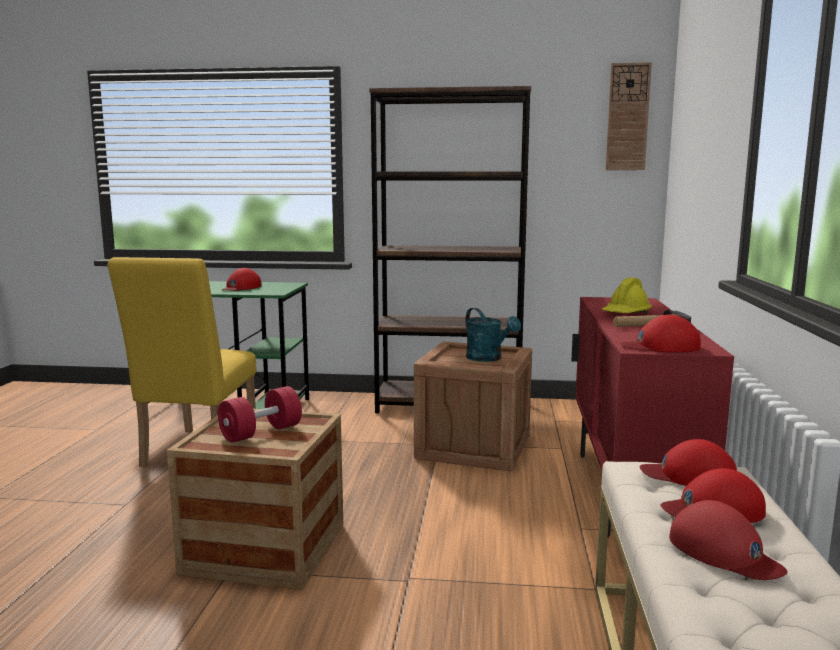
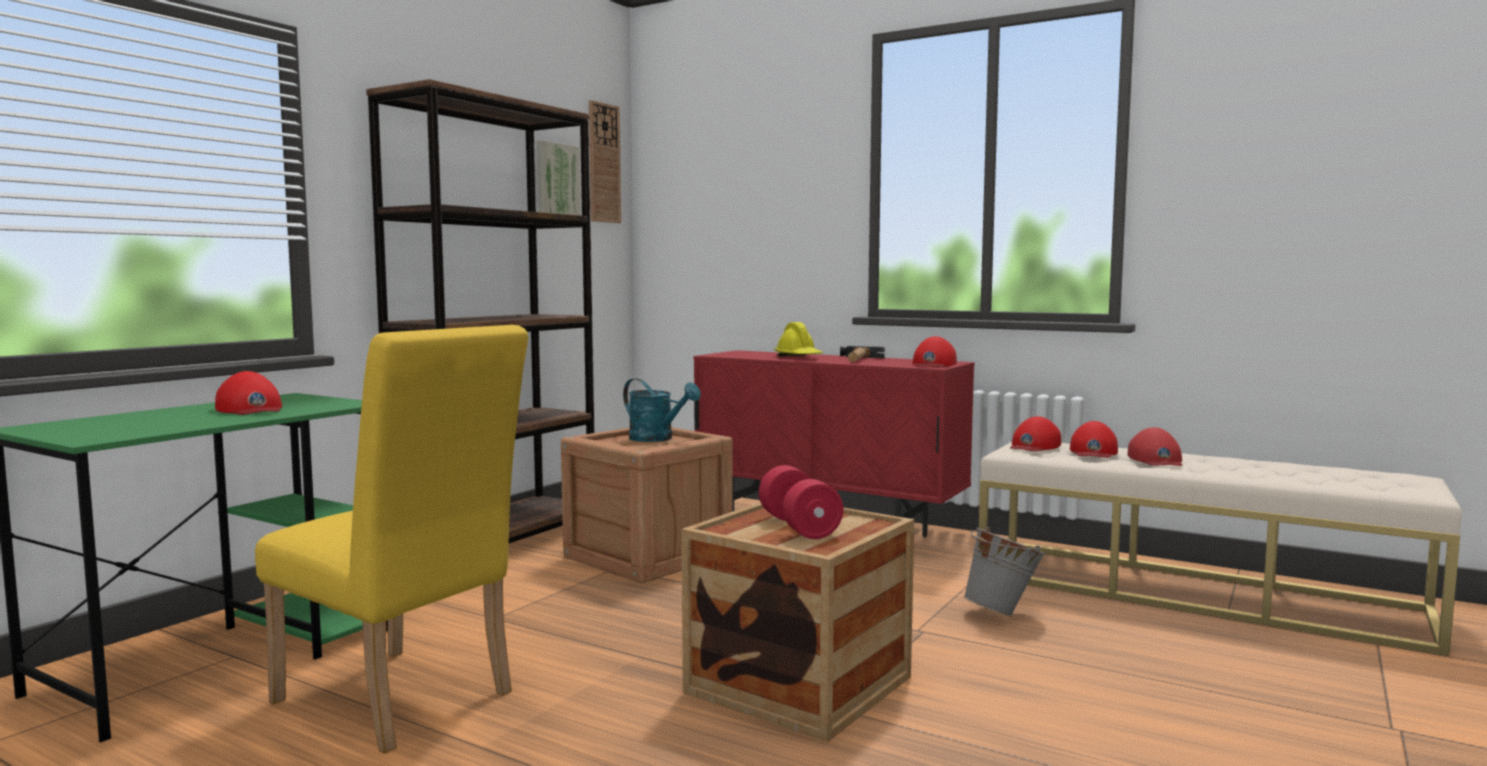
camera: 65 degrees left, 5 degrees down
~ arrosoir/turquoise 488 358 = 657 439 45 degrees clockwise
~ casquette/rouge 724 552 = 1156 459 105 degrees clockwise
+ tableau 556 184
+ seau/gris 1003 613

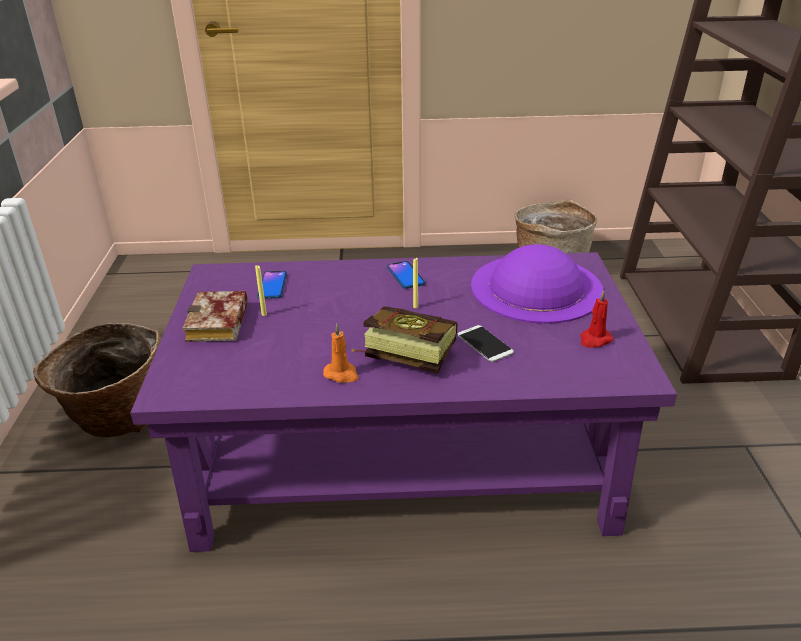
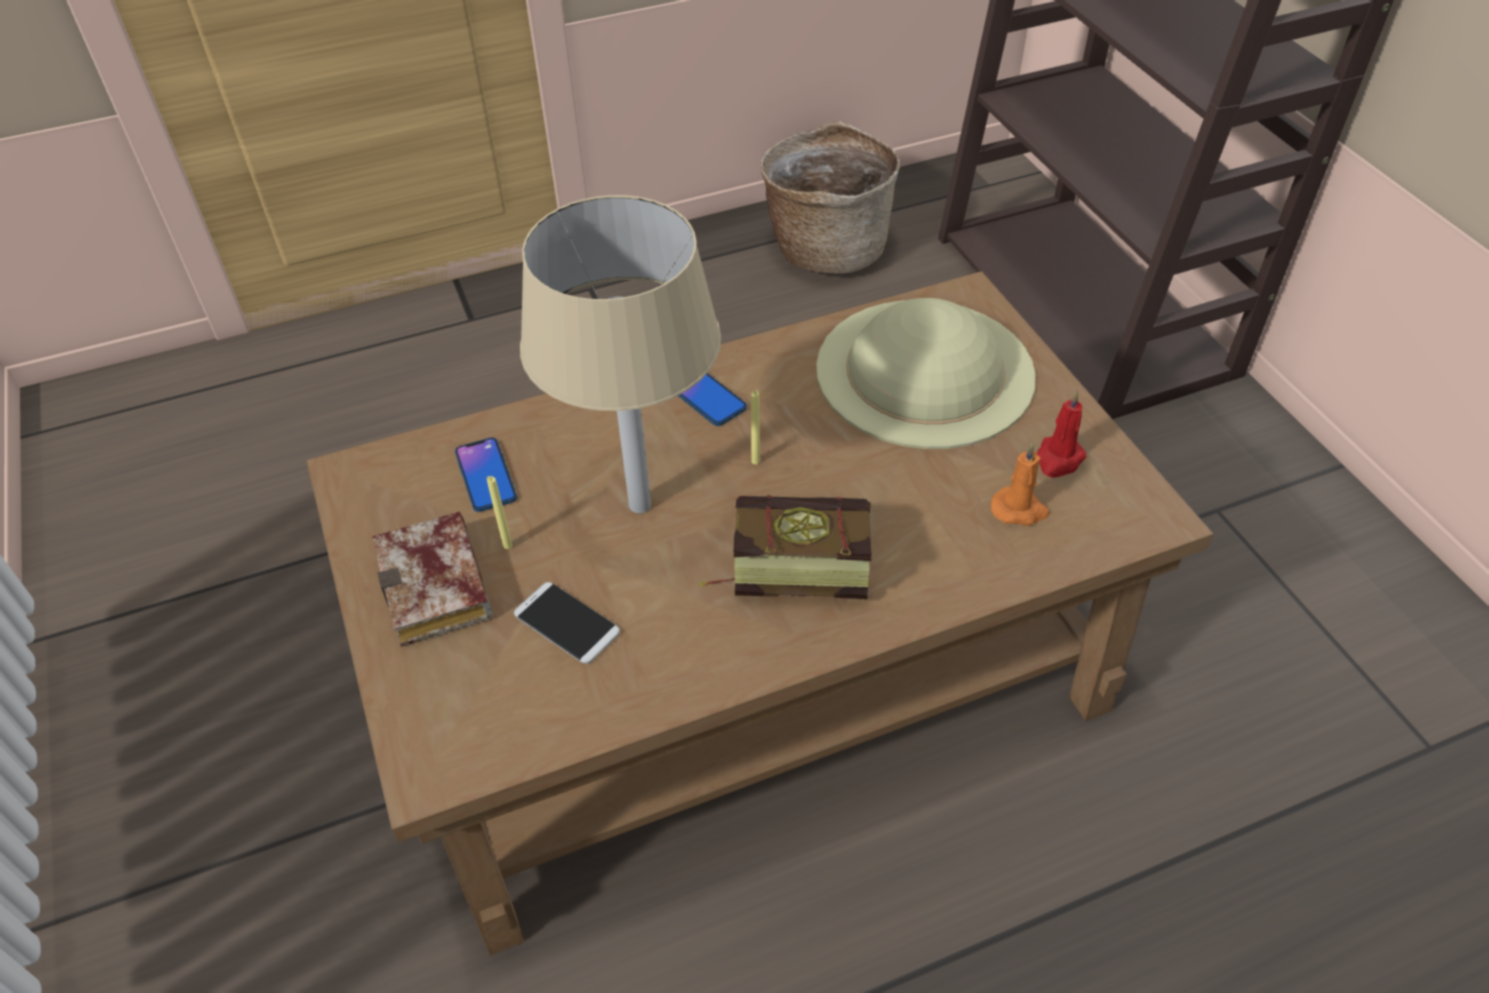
camera: 20 degrees left, 15 degrees up
~ chapeau/violet 536 287 to chapeau/beige 924 371
~ table basse/violet 404 455 to table basse/marron 749 671
- panier 116 418
~ bougie/orange 342 374 to 1019 509
~ téléphone 485 344 to 567 623
+ lampe de table/beige 639 505

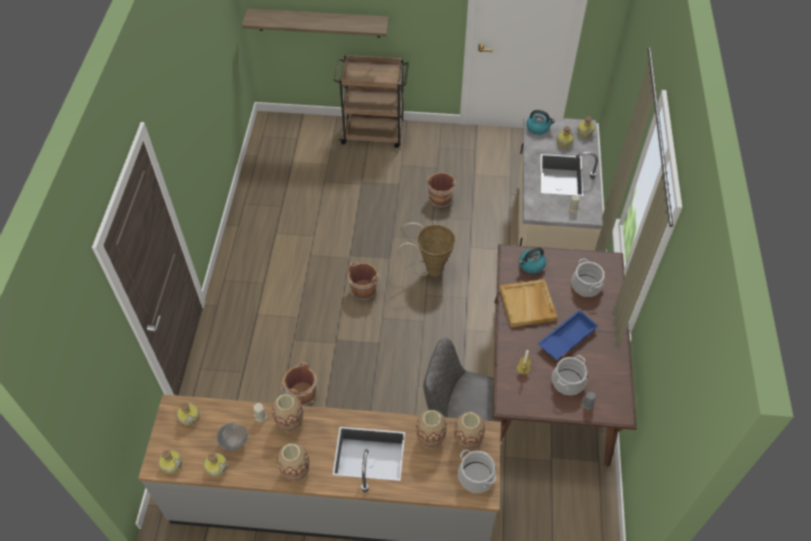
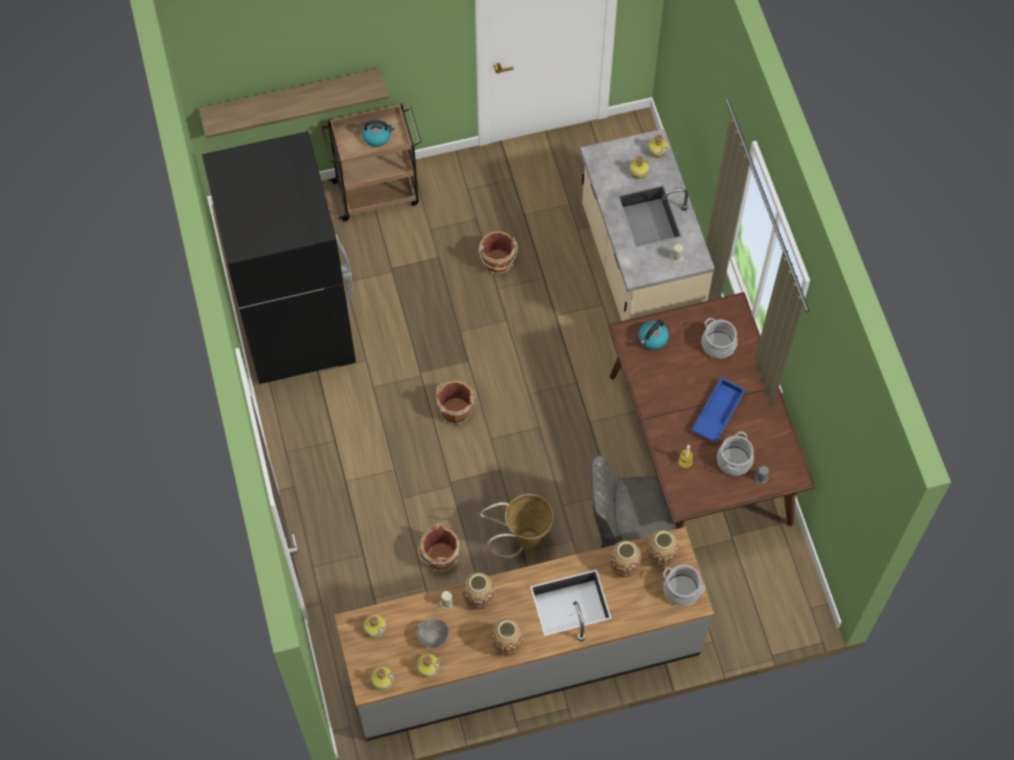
camera: 20 degrees left, 10 degrees up
~ bouilloire 538 128 to 377 136
~ panier 430 269 to 522 541
- plateau/beige 528 305
+ réfrigérateur/noir 296 325

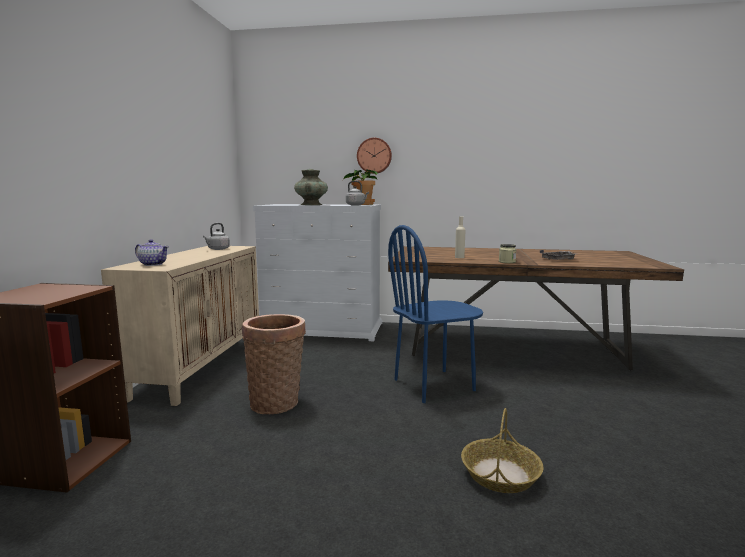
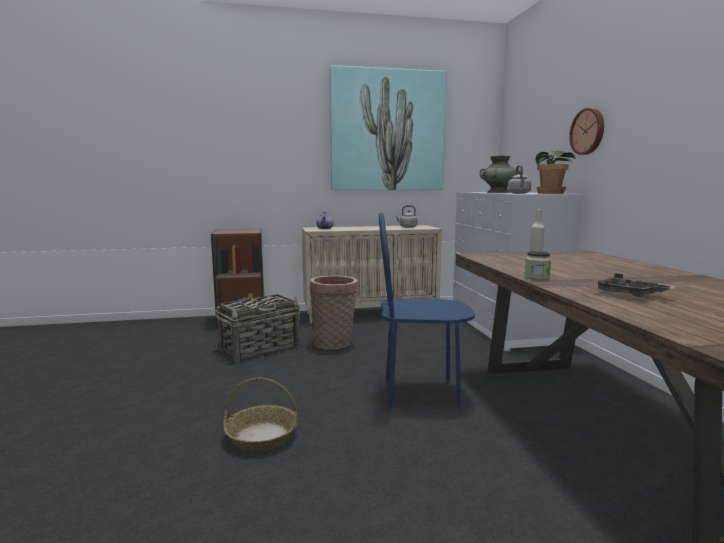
camera: 70 degrees right, 0 degrees up
~ chaise/bleu 434 385 = 420 392 45 degrees counterclockwise
+ tableau 387 131
+ panier 260 347

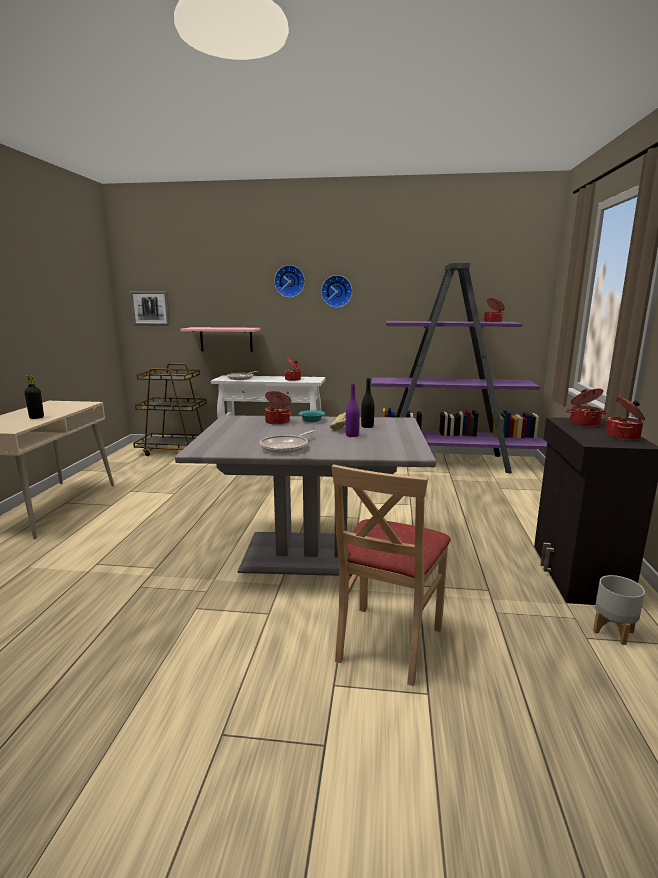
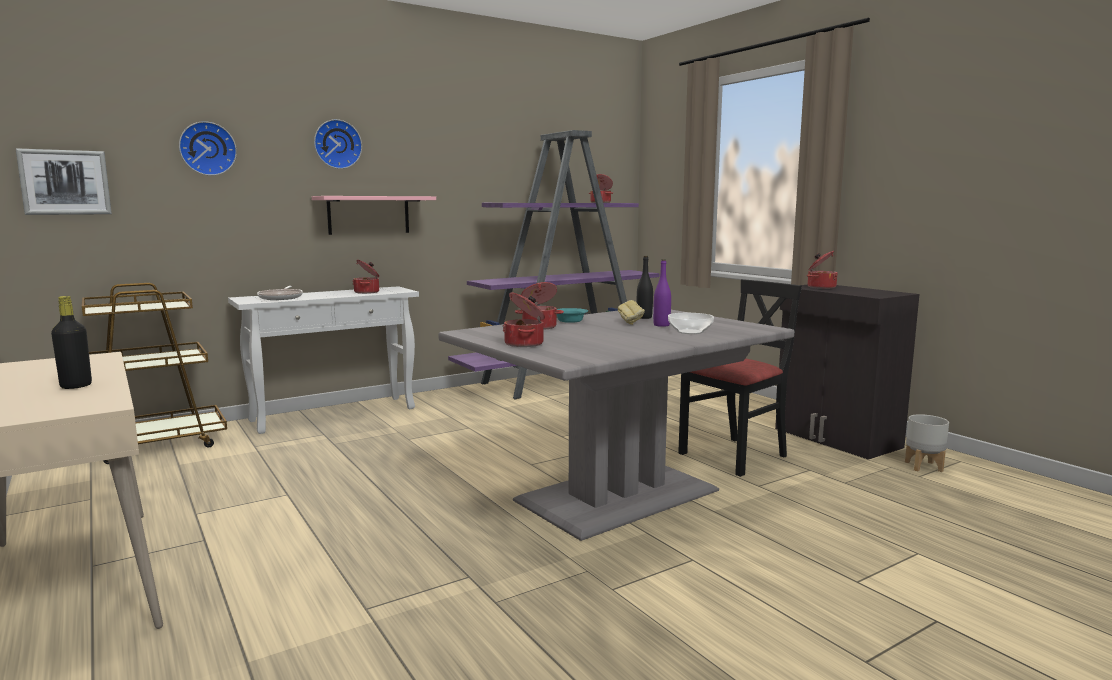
camera: 40 degrees left, 5 degrees down
~ horloge murale 337 291 to 207 149
~ étagère/rose 226 339 to 368 215
~ marmite 623 436 to 525 344
- poêle 286 447
- chaise/beige 387 642
+ chaise/noir 734 456
+ bol 689 332

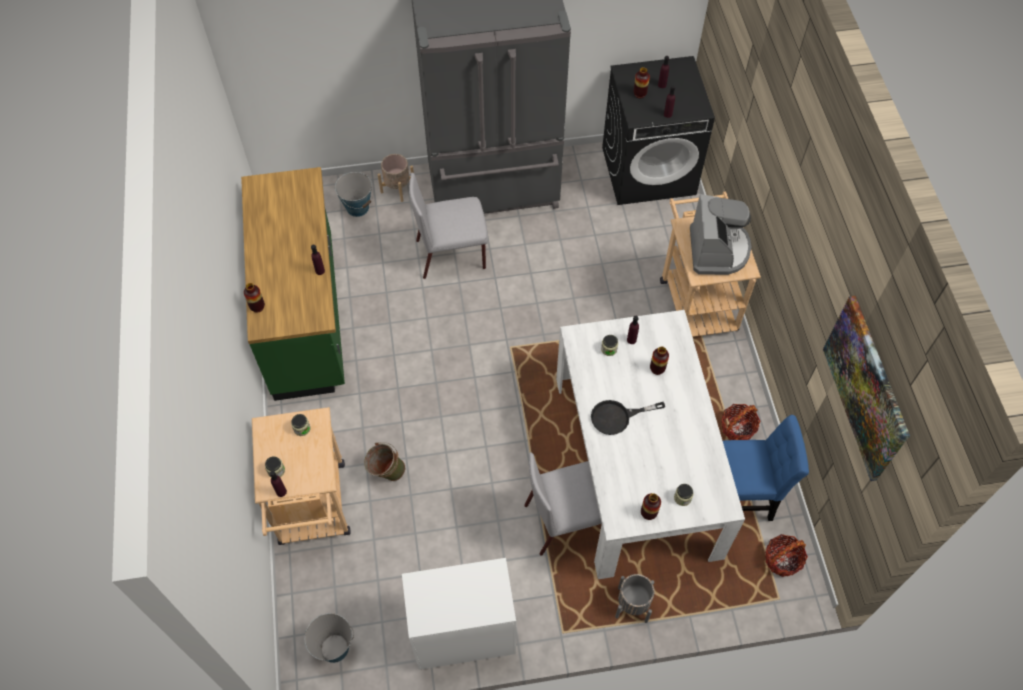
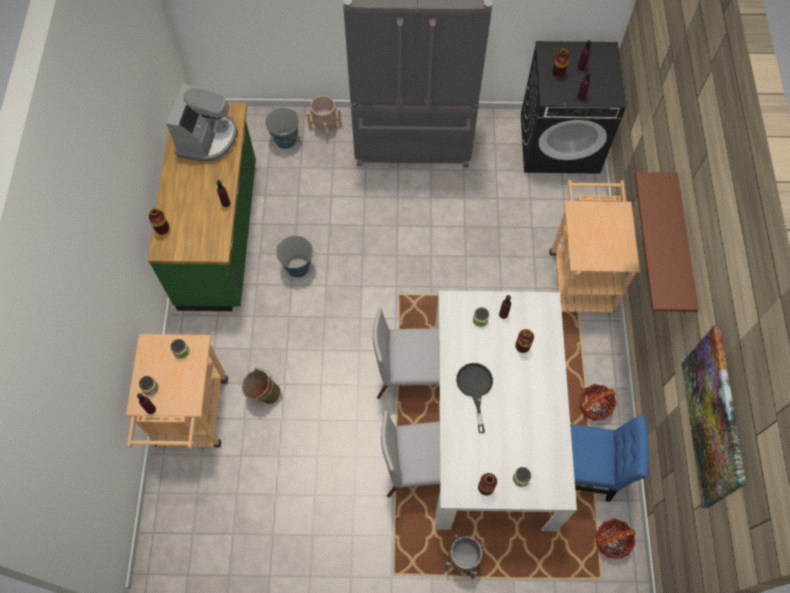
camera: 10 degrees right, 5 degrees up
~ chaise/gris 452 254 to 410 374
~ machine à café 718 250 to 207 138
~ poêle/noir 617 417 = 475 388 90 degrees clockwise
- commode/blanc 462 633
~ seau 334 648 to 297 267
+ étagère/marron 682 247

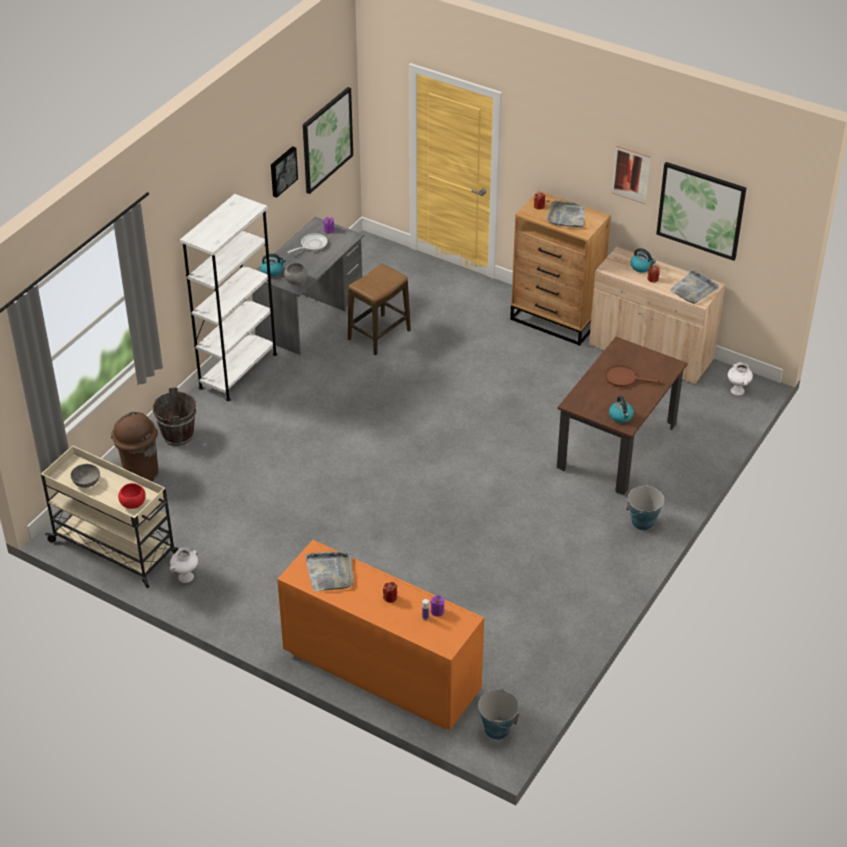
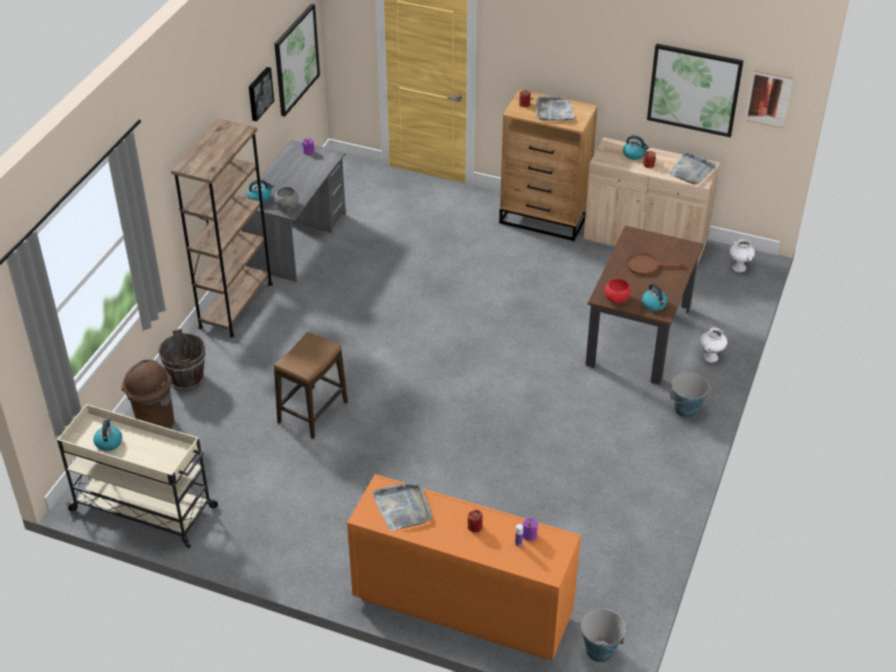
camera: 10 degrees left, 0 degrees up
~ tableau 631 174 to 768 98
~ bibliothèque/blanc 238 371 to bibliothèque/marron 236 305
- poêle 312 245
~ tabouret 379 335 to 312 413
~ bol/gris 86 482 to bouilloire 108 442
~ bol/rouge 132 503 to 616 298
~ vase/blanc 186 577 to 711 357

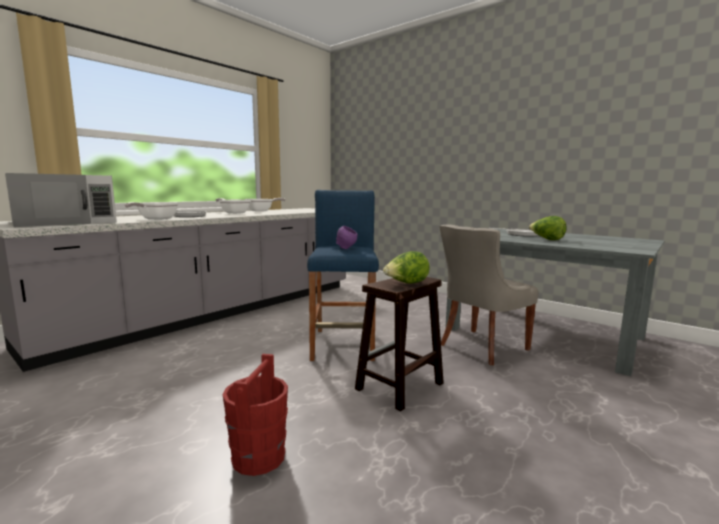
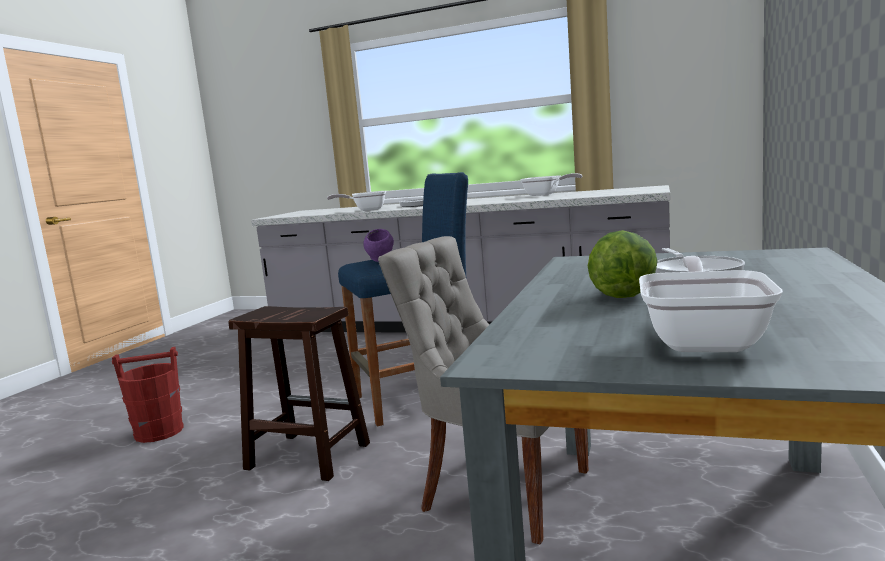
camera: 70 degrees right, 0 degrees up
- micro-ondes/blanc 65 222
~ poêle 233 213 to 704 339
- laitue 406 283

